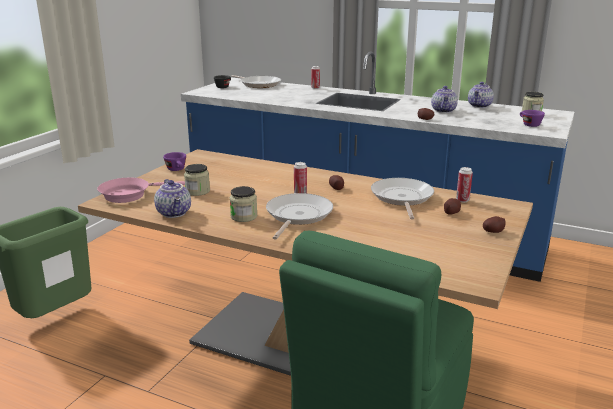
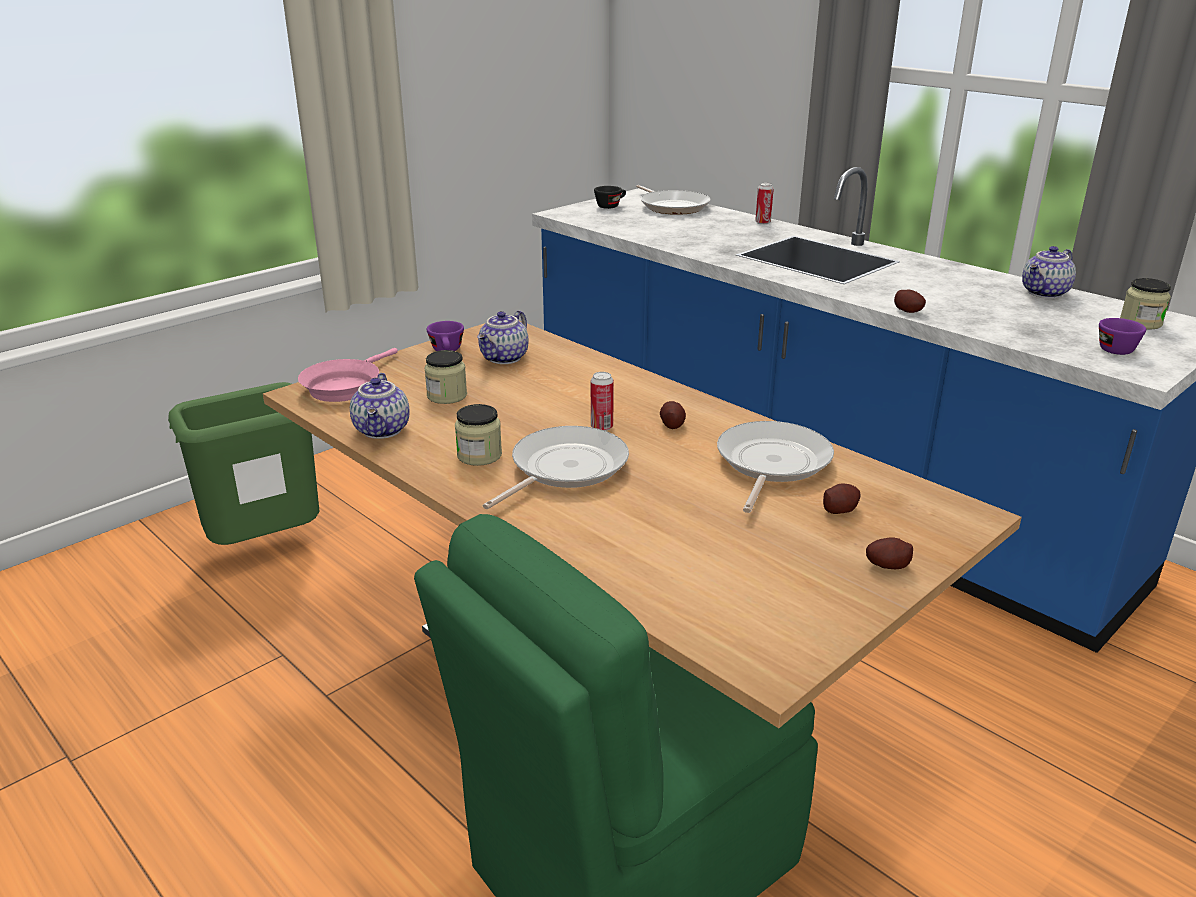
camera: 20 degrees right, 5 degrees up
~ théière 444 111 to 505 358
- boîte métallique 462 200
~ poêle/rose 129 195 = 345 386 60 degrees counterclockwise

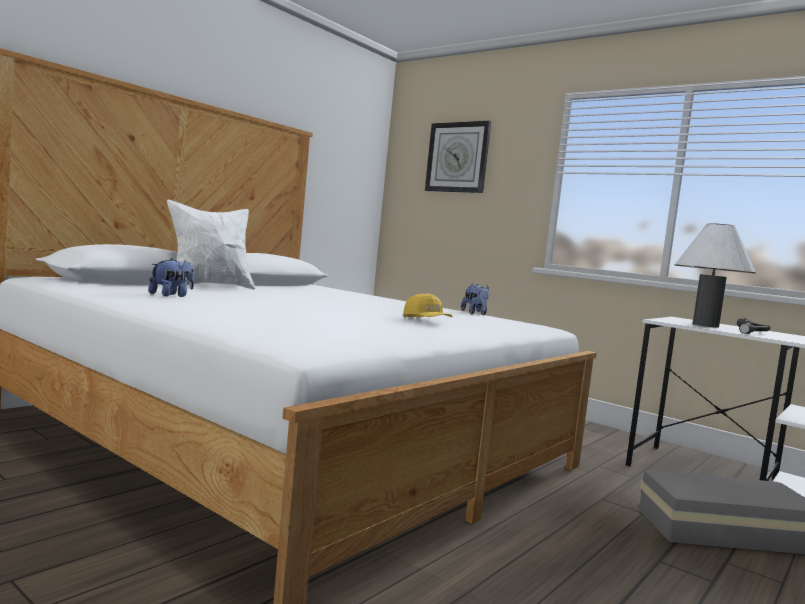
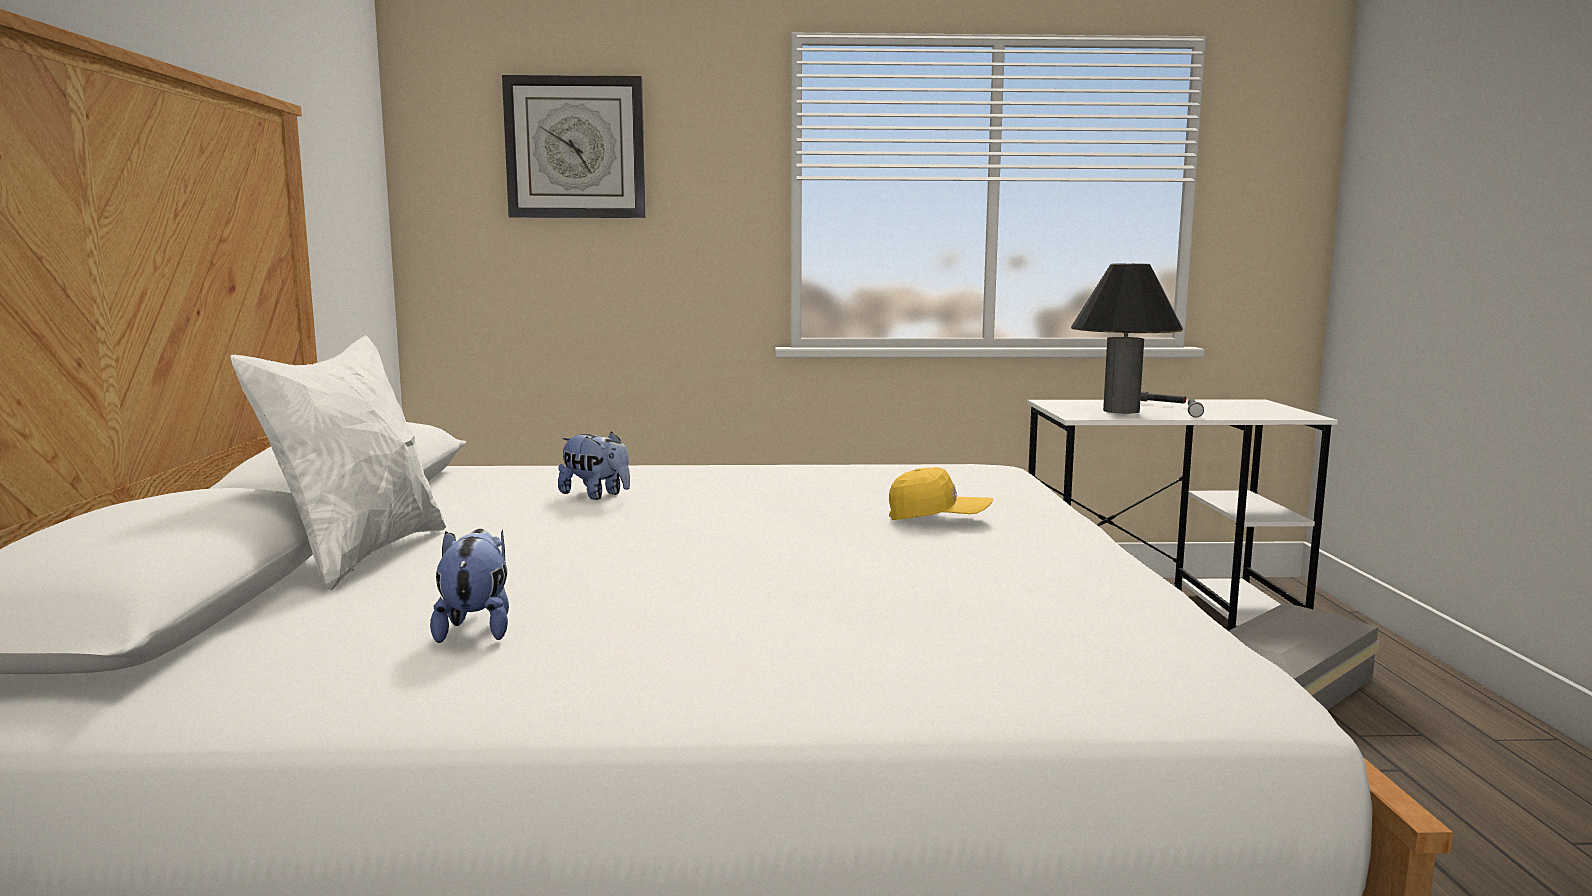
camera: 40 degrees left, 5 degrees up
~ lampe de table/blanc 705 325 to lampe de table/noir 1121 411
~ peluche 475 313 to 596 495

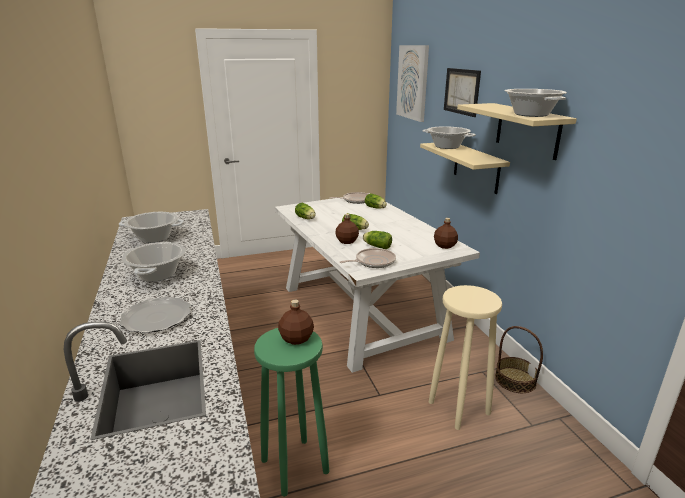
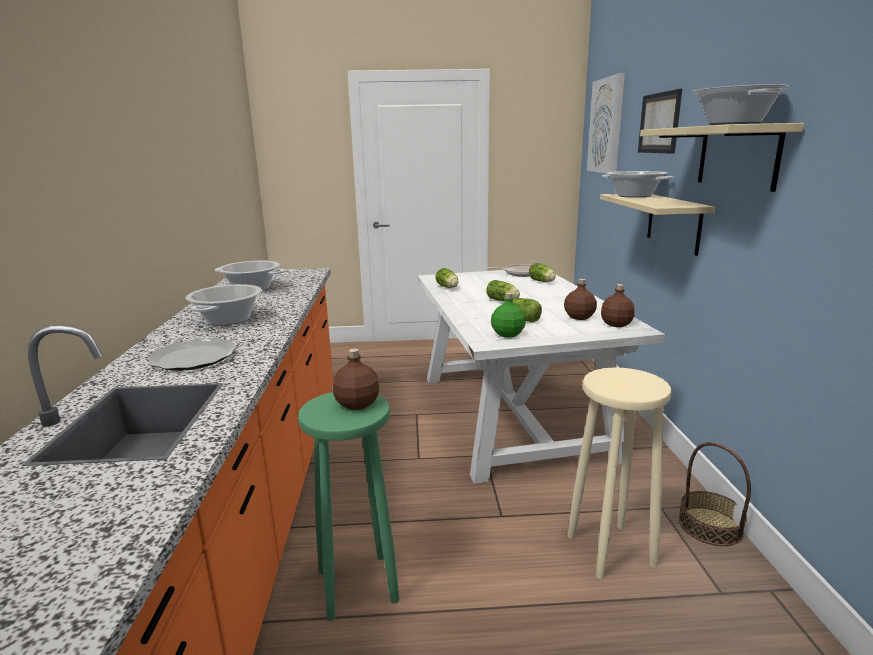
camera: 15 degrees right, 5 degrees down
~ bouteille/marron 347 241 to 579 317
~ poêle 373 262 to bouteille/vert 507 334

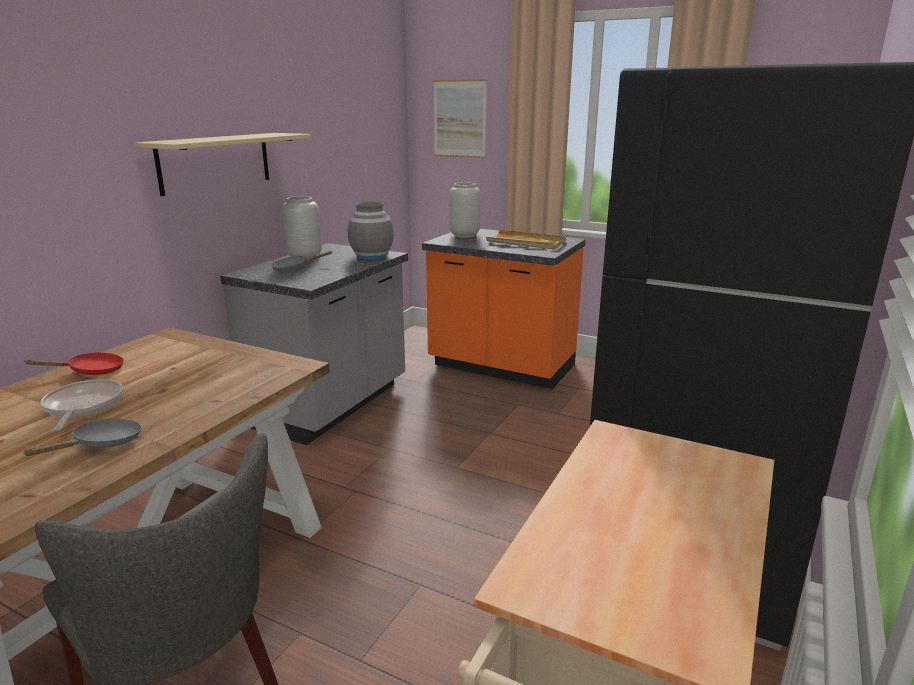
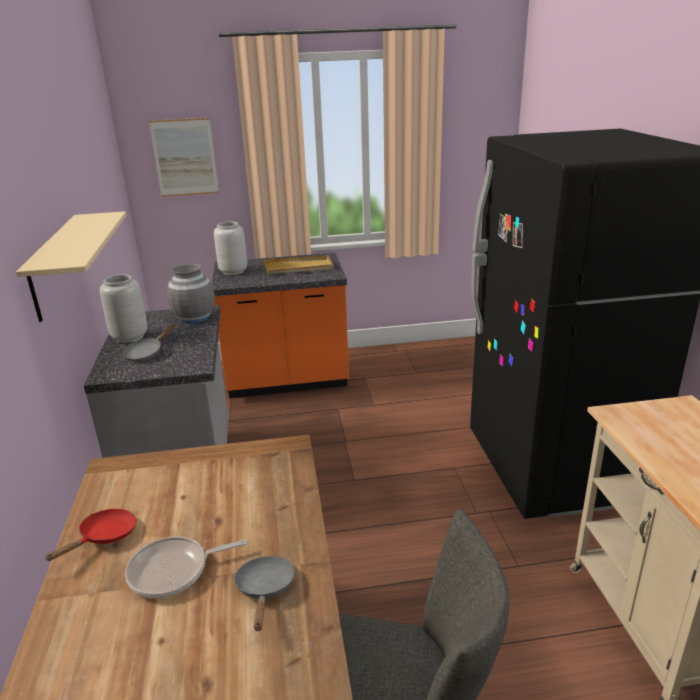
camera: 35 degrees left, 5 degrees up
~ poêle 82 407 = 173 571 60 degrees counterclockwise

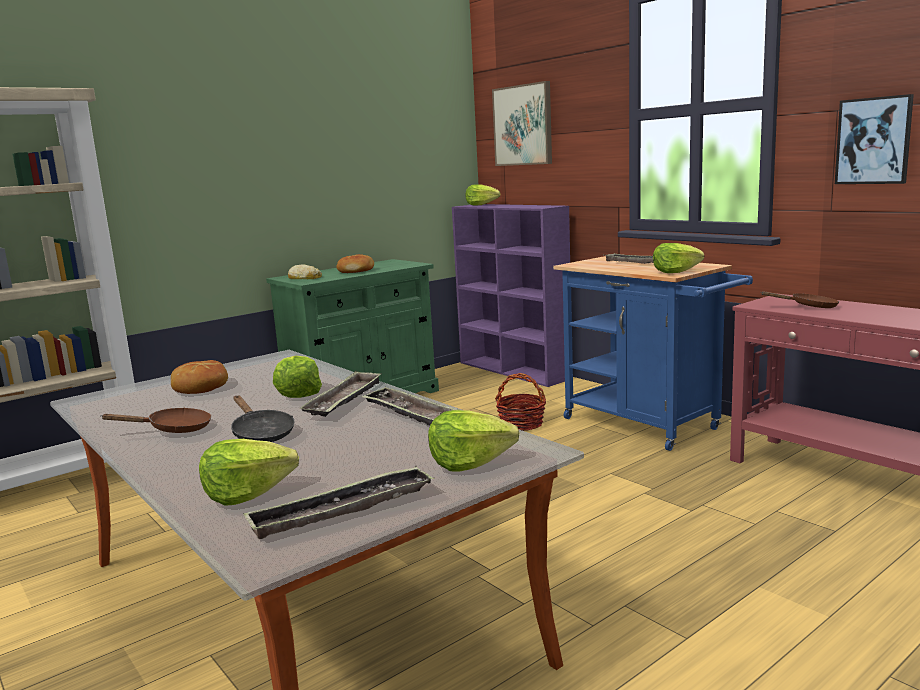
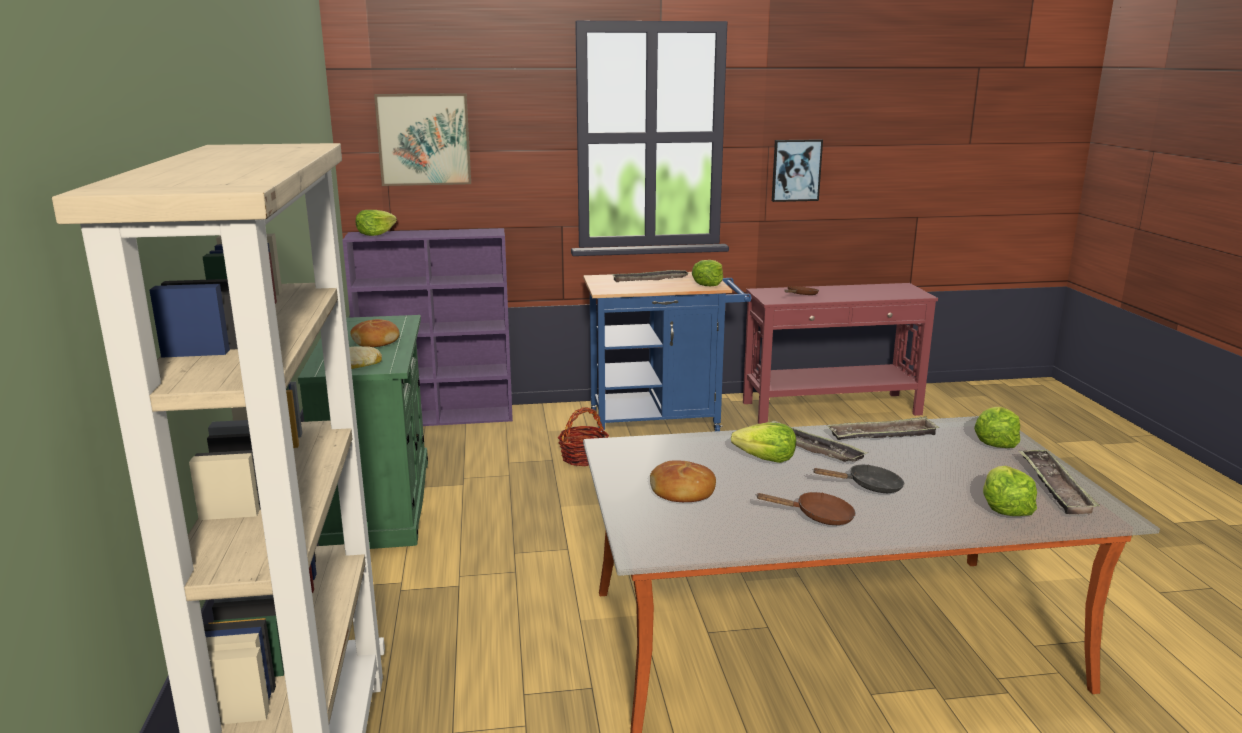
camera: 60 degrees left, 5 degrees up
~ poêle/marron 174 429 = 818 516 75 degrees clockwise

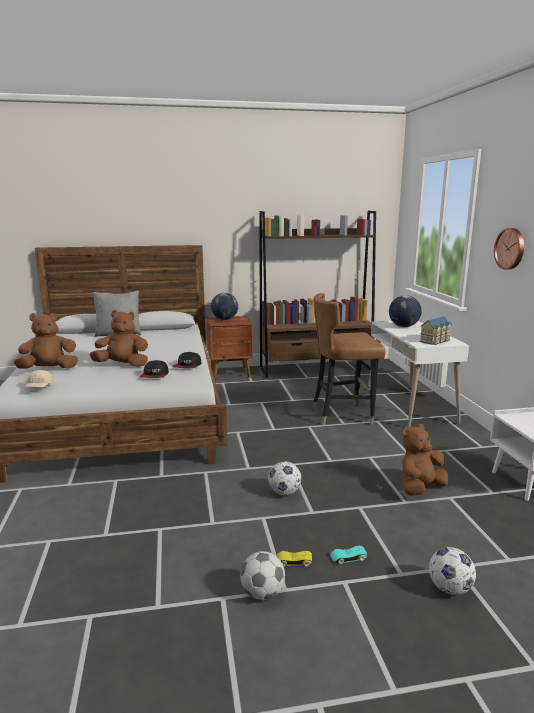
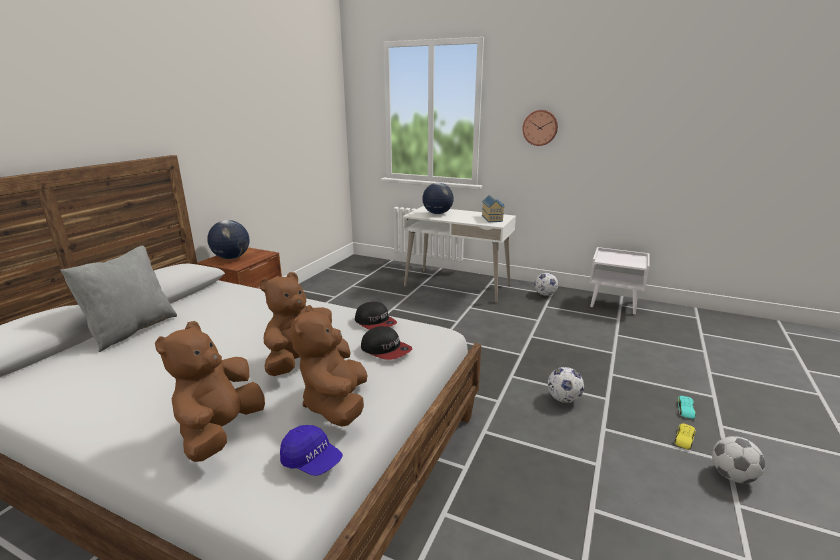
camera: 55 degrees left, 5 degrees up
- bibliothèque/marron 316 369
- chaise/marron 342 415
~ casquette/beige 39 387 to casquette/bleu 312 461
~ peluche/marron 420 488 to 336 404
~ ballon de foot 450 589 to 545 294

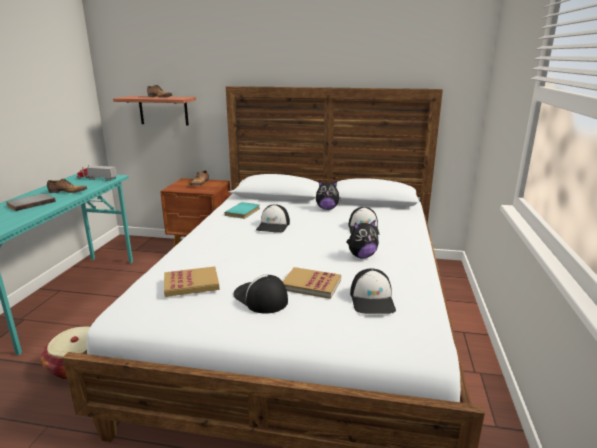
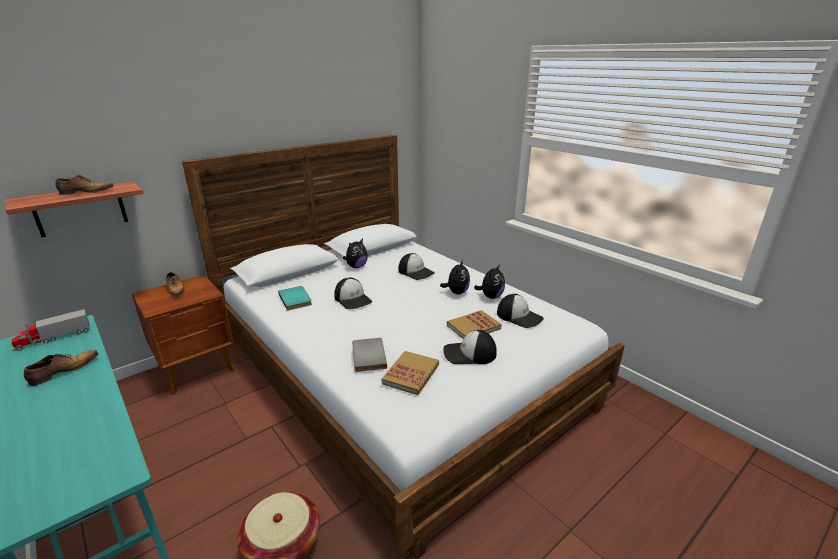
camera: 50 degrees left, 5 degrees up
~ livre/gris 30 203 to 367 356
+ peluche 490 296

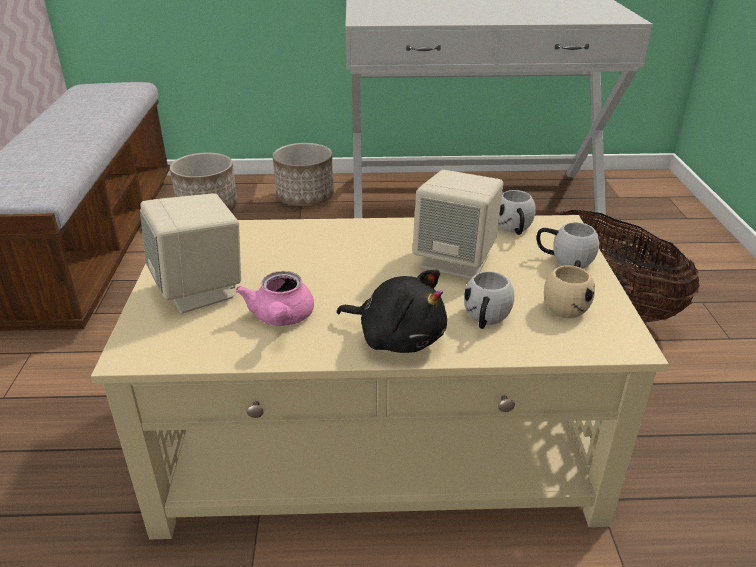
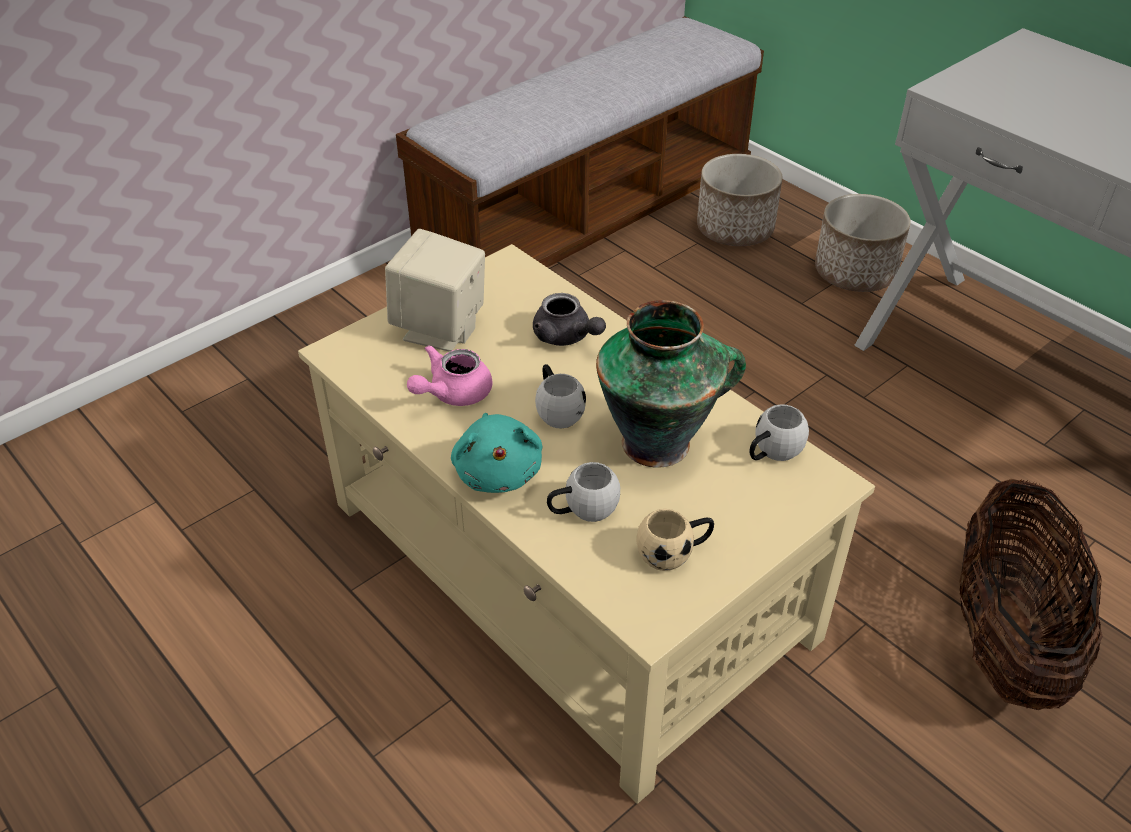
camera: 50 degrees right, 10 degrees up
~ enceinte/beige 456 260 to vase 659 443
~ mug/blanc 564 259 to 557 410
~ peluche/noir 398 337 to peluche/turquoise 498 471
+ théière/gris 566 337

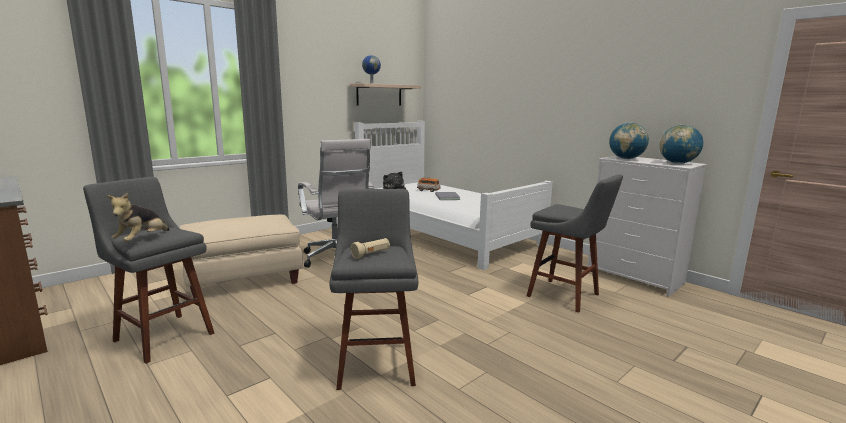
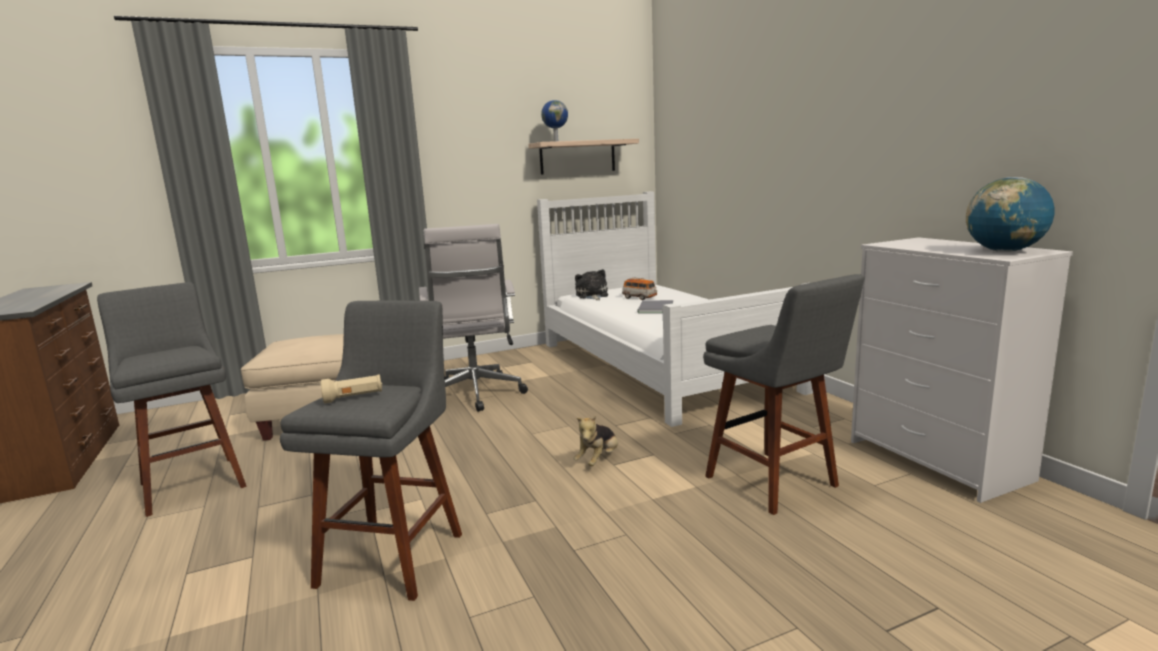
camera: 20 degrees right, 0 degrees up
- globe 626 159
~ peluche 142 240 to 598 460

